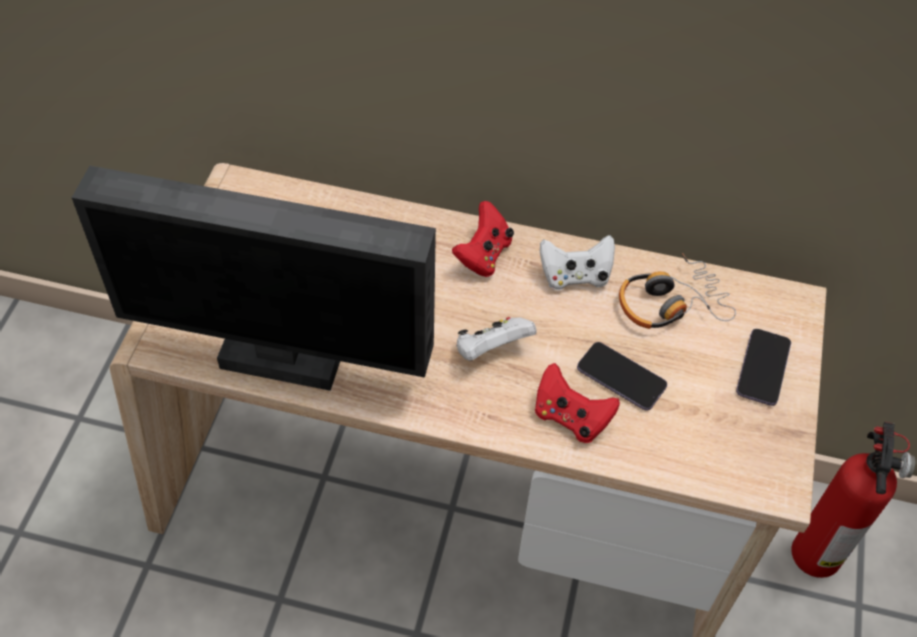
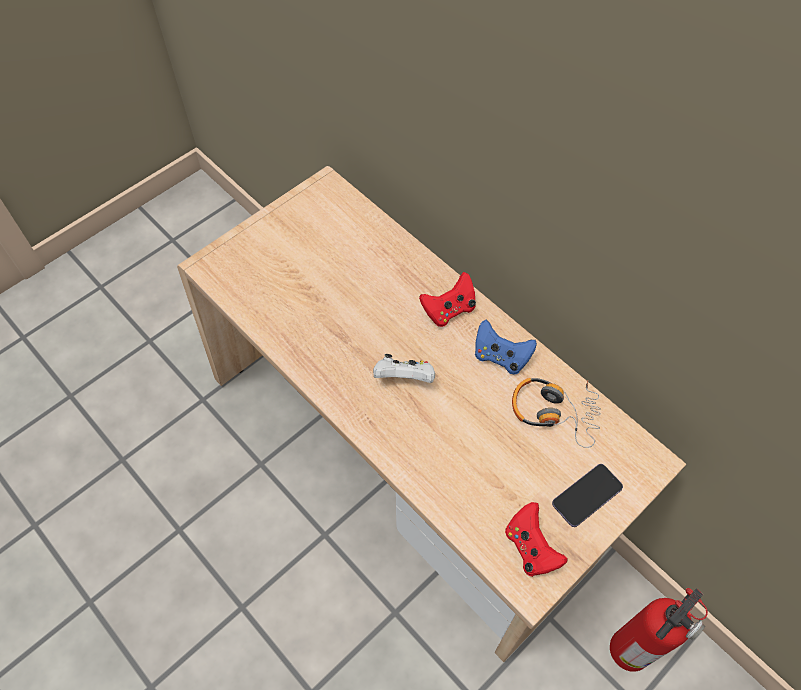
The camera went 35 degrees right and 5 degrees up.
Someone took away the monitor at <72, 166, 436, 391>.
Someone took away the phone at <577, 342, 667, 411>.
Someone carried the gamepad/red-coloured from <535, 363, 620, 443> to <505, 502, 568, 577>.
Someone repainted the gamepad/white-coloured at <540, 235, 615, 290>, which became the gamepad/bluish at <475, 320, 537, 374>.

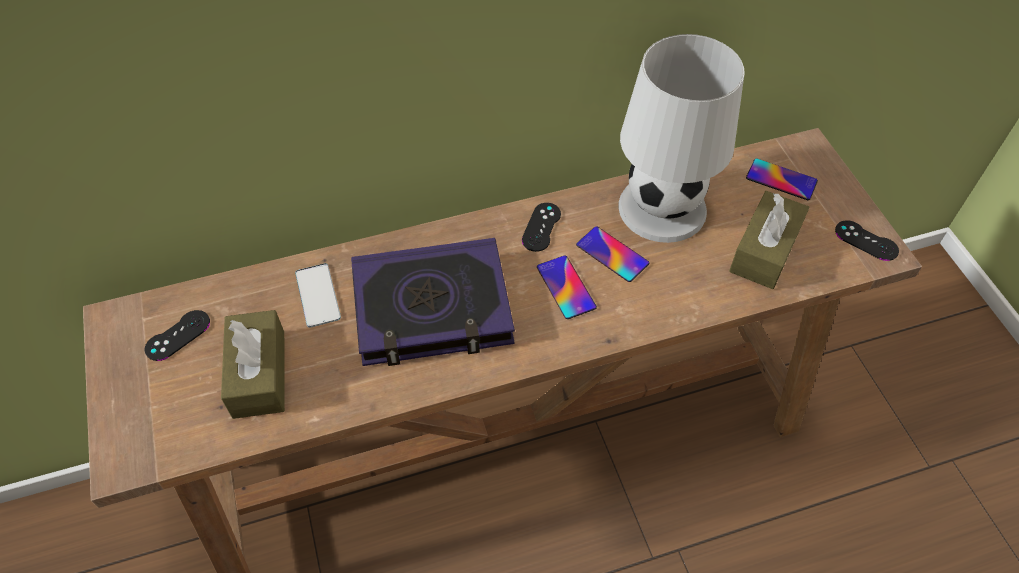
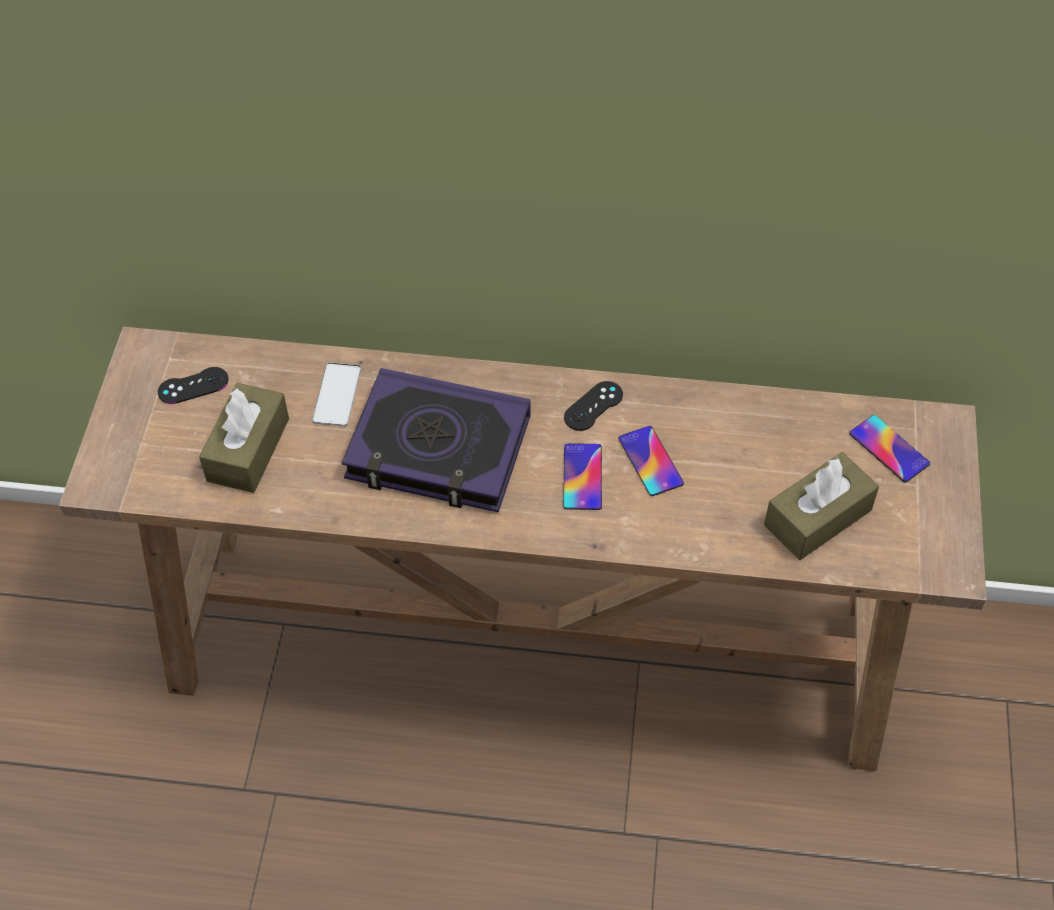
The camera went 25 degrees right and 0 degrees up.
Someone took away the table lamp/white-coloured at <618, 34, 745, 243>.
Someone took away the gamepad/black at <835, 220, 899, 261>.

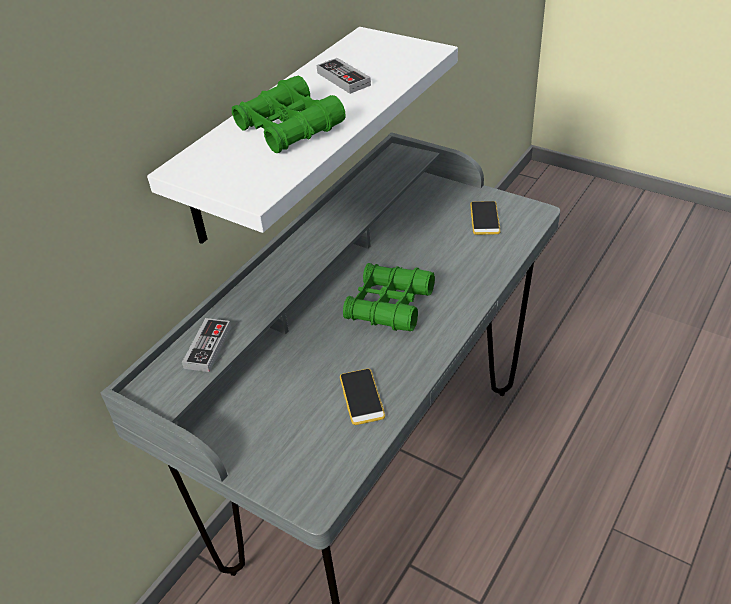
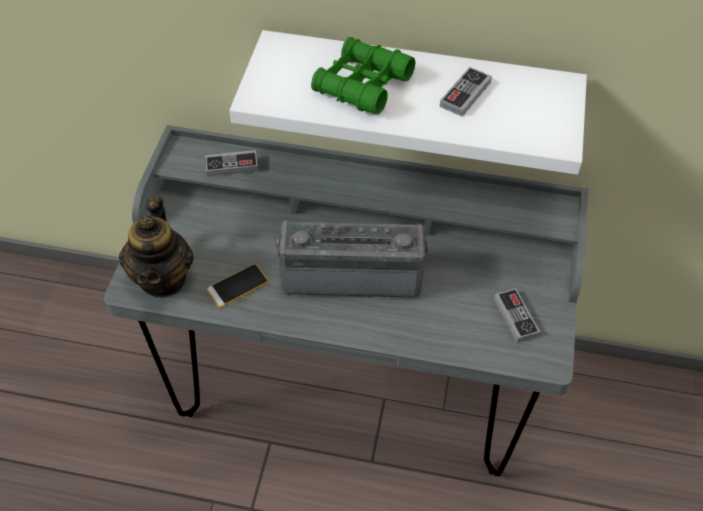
The camera went 65 degrees right and 10 degrees up.
Someone put down the pot for tea at <119, 196, 194, 298>.
Someone swapped the pair of binoculars/greenish at <343, 263, 435, 331> for the radio receiver at <276, 220, 428, 297>.
Someone swapped the phone at <470, 201, 500, 235> for the gamepad at <494, 288, 540, 343>.

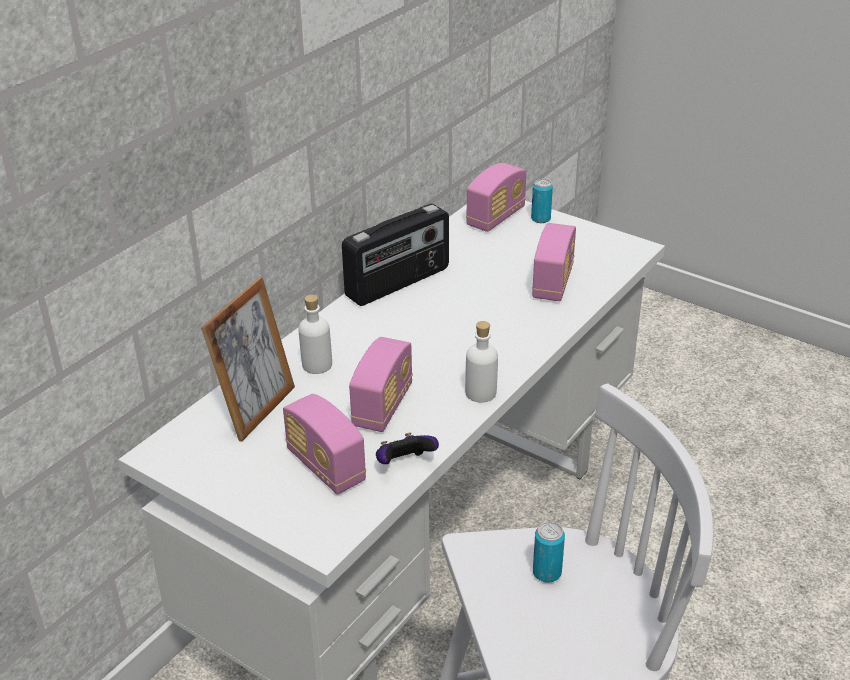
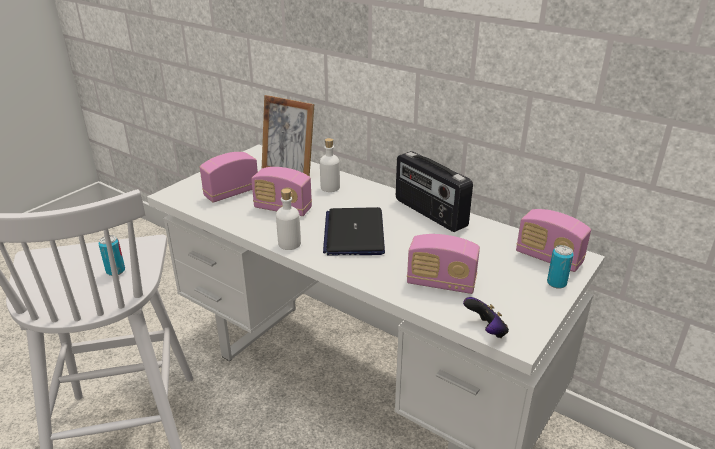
The camera went 90 degrees right and 5 degrees down.
Someone put down the portable computer at <323, 207, 385, 255>.
Someone carried the gamepad from <376, 432, 439, 464> to <463, 297, 509, 338>.

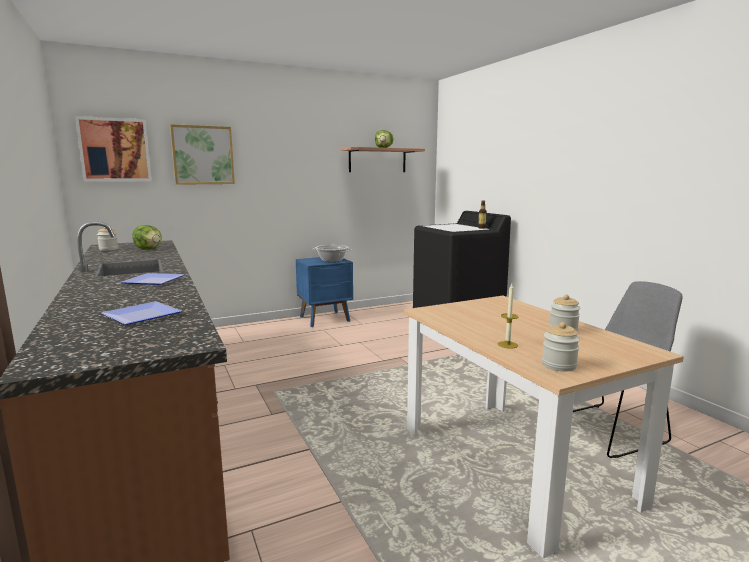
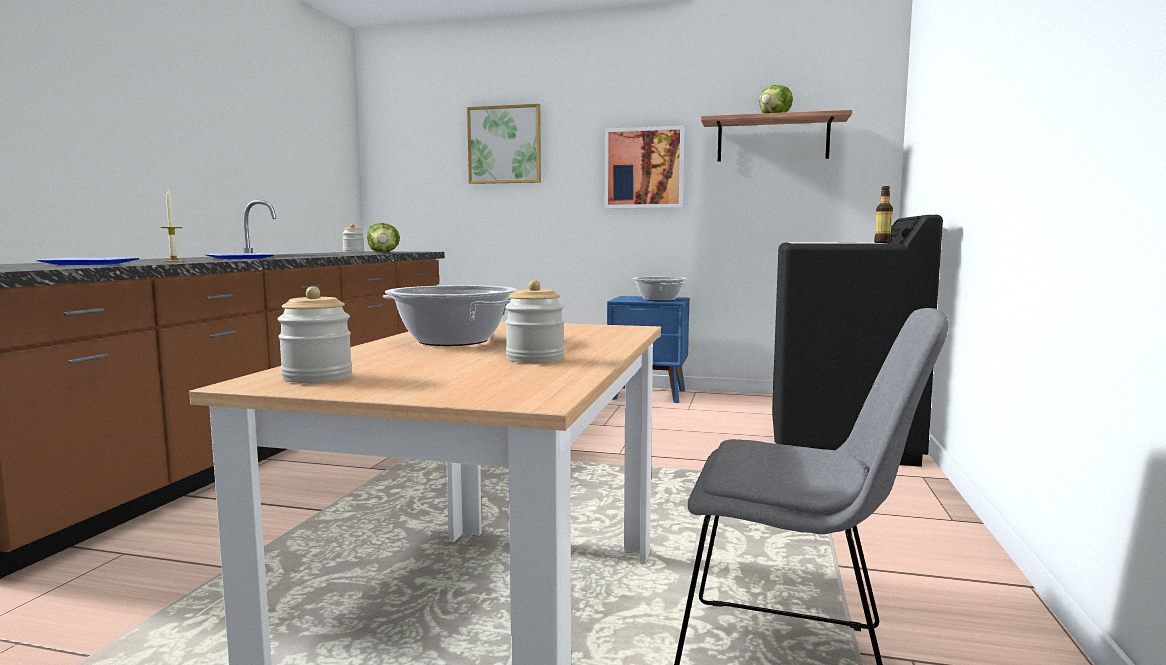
The camera went 40 degrees right and 5 degrees down.
Someone put down the saucepot at <383, 285, 517, 346>.
Someone carried the wall art from <75, 116, 152, 181> to <605, 126, 684, 208>.
Someone carried the candle from <498, 284, 518, 349> to <160, 190, 186, 262>.

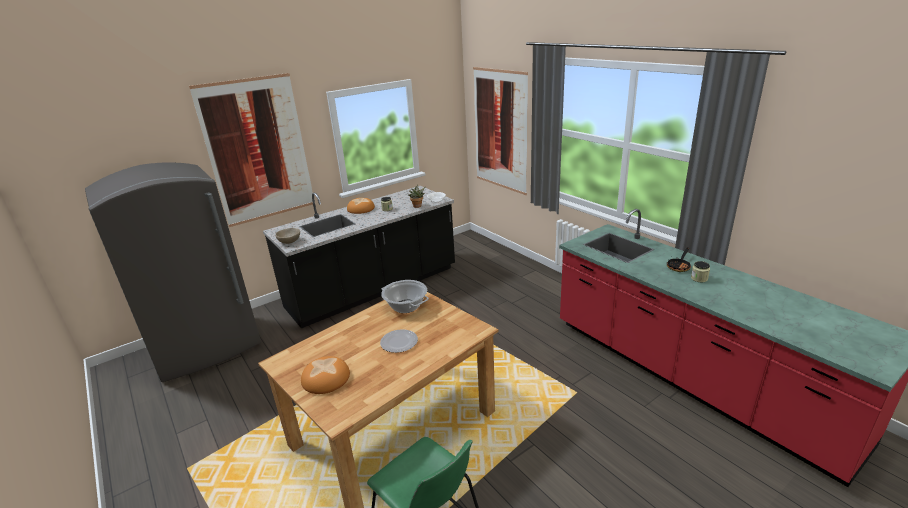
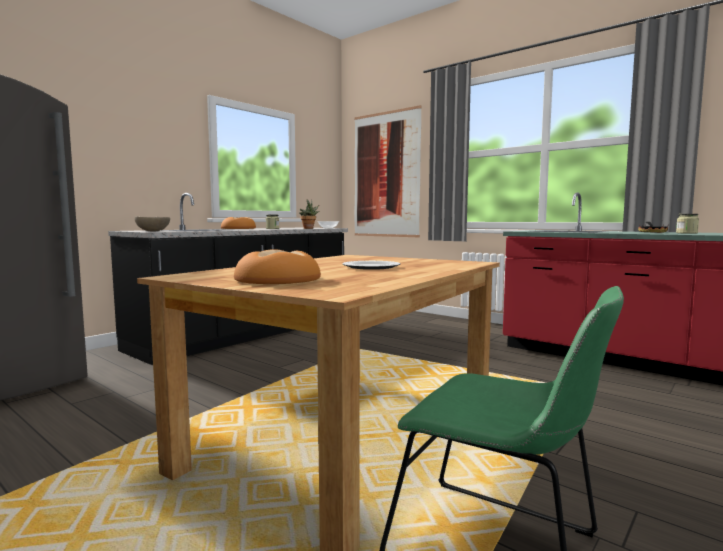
The camera went 15 degrees left and 20 degrees down.
Someone took away the wall art at <189, 73, 313, 227>.
Someone took away the saucepot at <381, 280, 429, 313>.

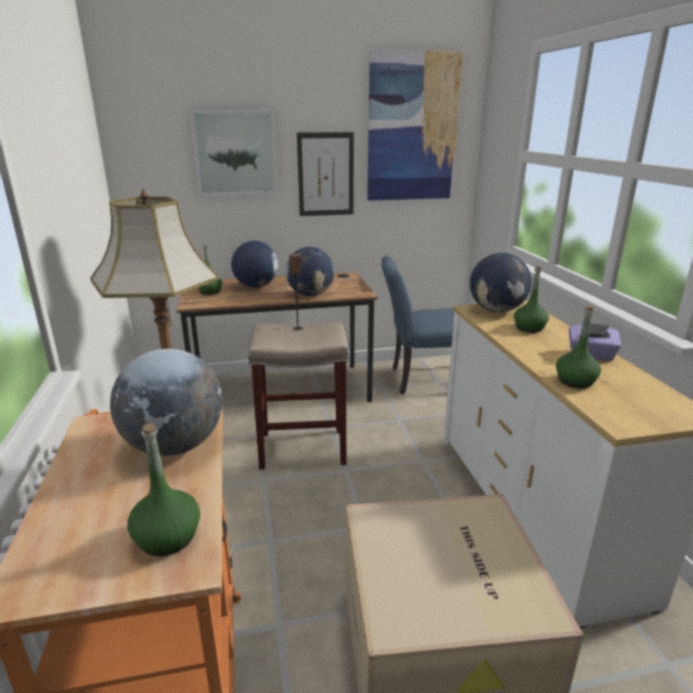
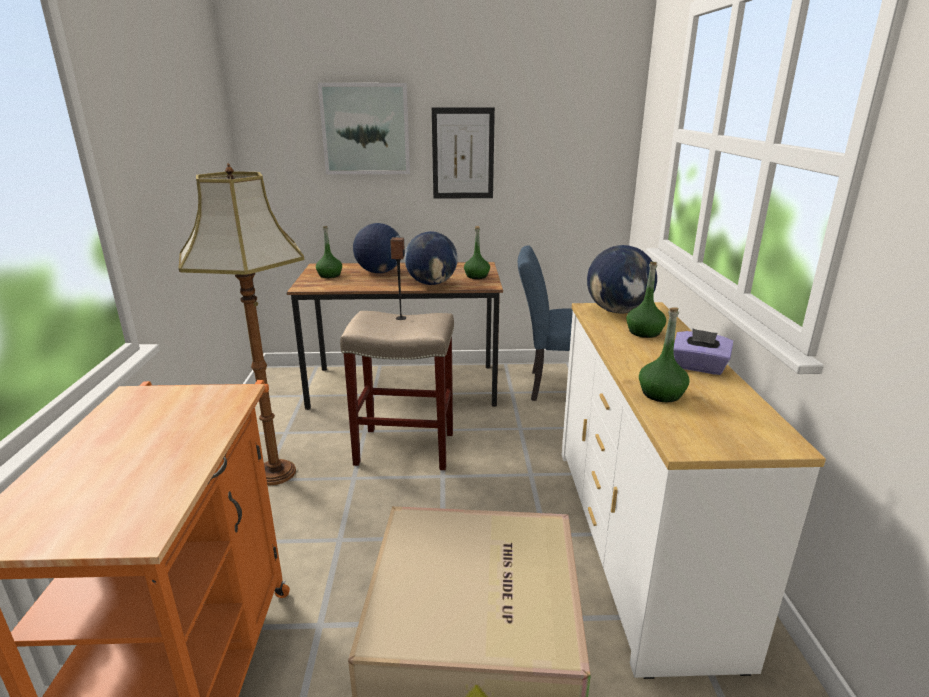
The camera went 10 degrees right and 0 degrees up.
Someone took away the world globe at <110, 349, 223, 456>.
Someone took away the wall art at <367, 49, 463, 201>.
Someone carried the bottle/greenish from <127, 423, 200, 556> to <464, 226, 490, 279>.

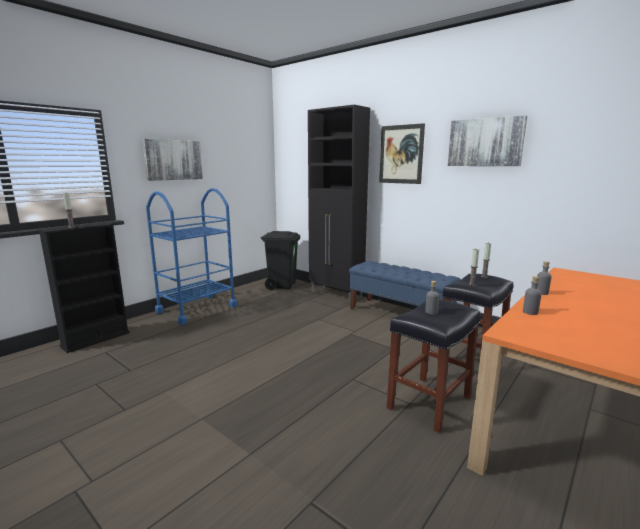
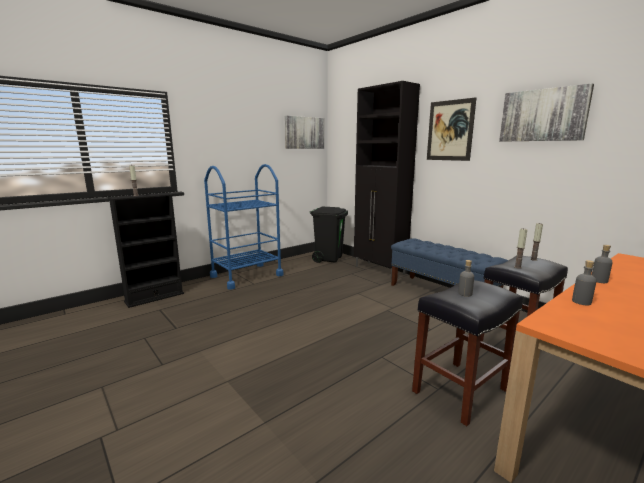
The camera went 10 degrees right and 0 degrees up.
Someone carried the wall art from <142, 139, 203, 181> to <285, 116, 324, 149>.

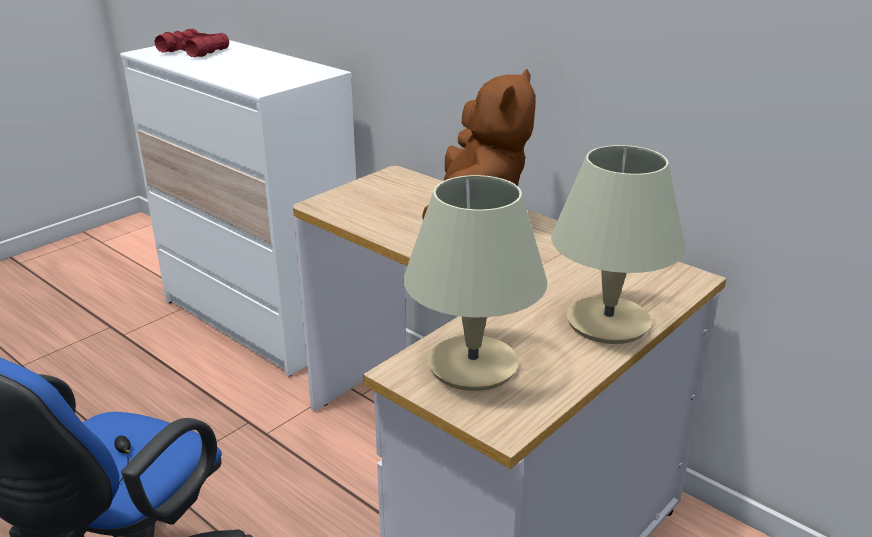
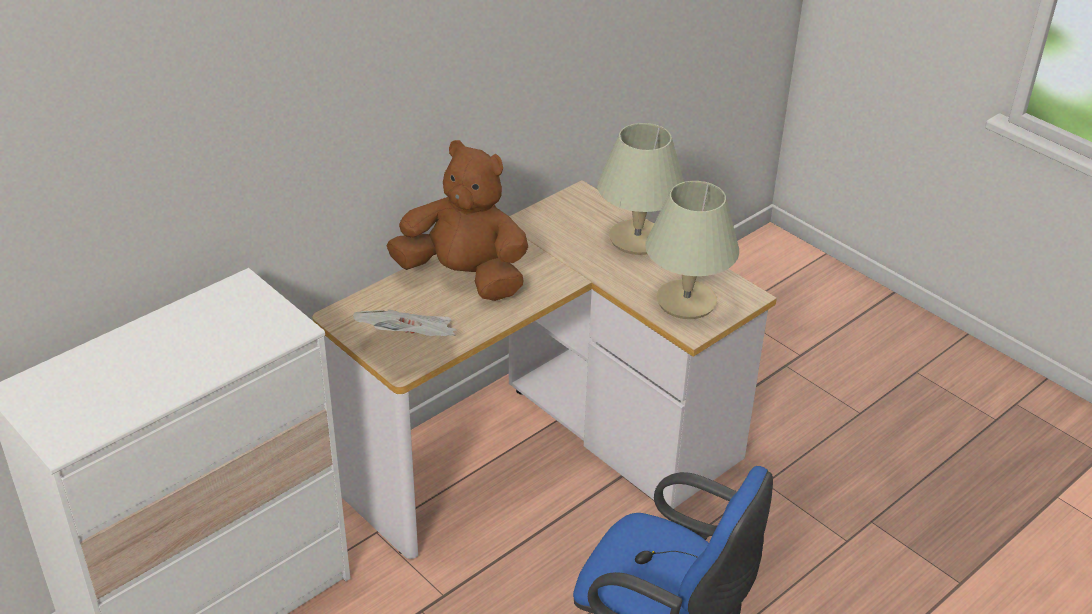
The camera went 85 degrees left and 10 degrees up.
Someone took away the pair of binoculars/red-coloured at <155, 29, 229, 57>.
Someone put down the printed paper at <353, 309, 457, 336>.

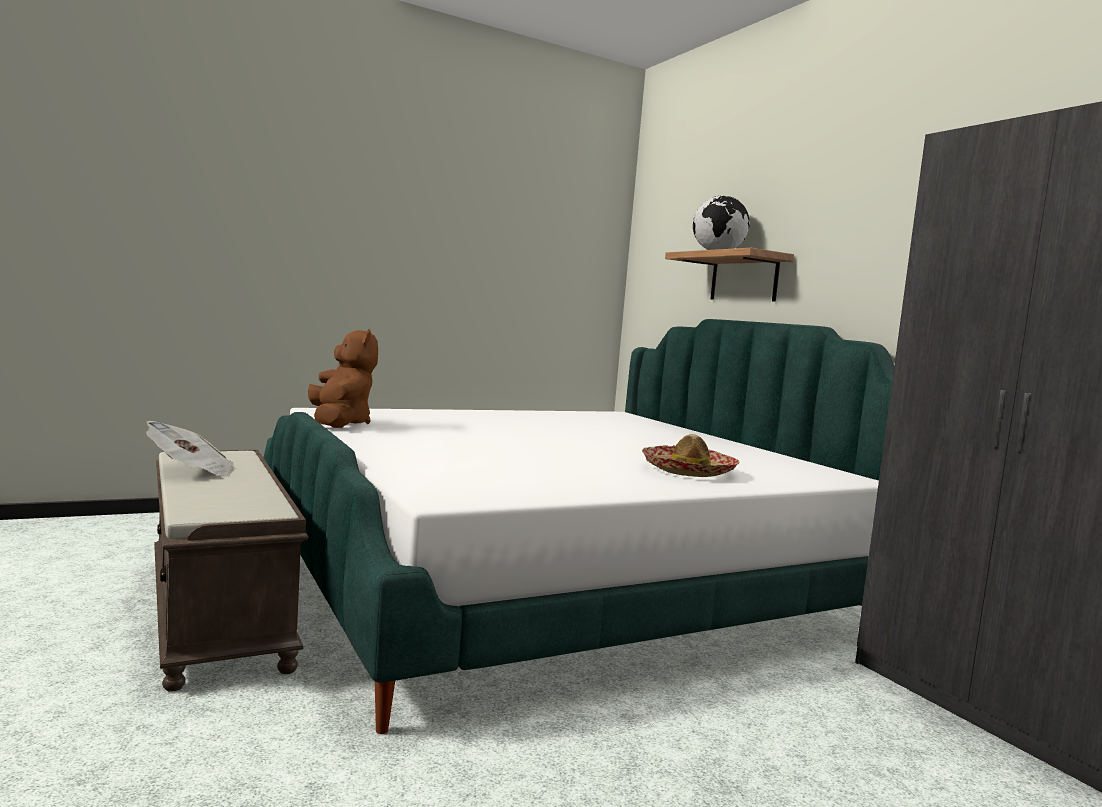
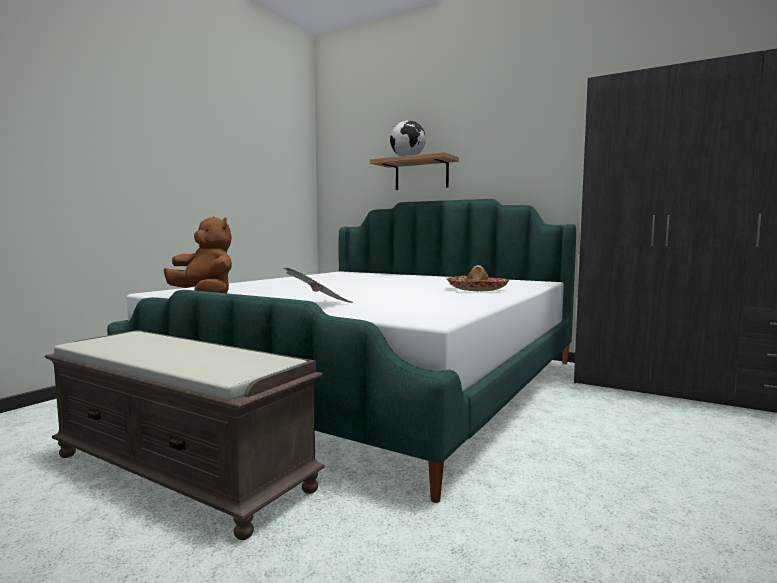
The camera went 30 degrees left and 0 degrees up.
Someone carried the printed paper from <146, 421, 234, 478> to <283, 268, 353, 303>.

